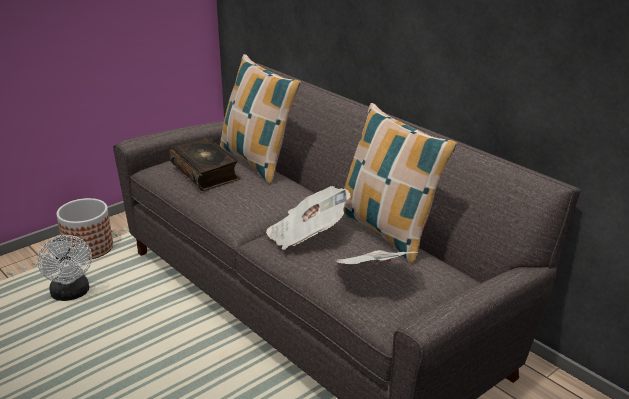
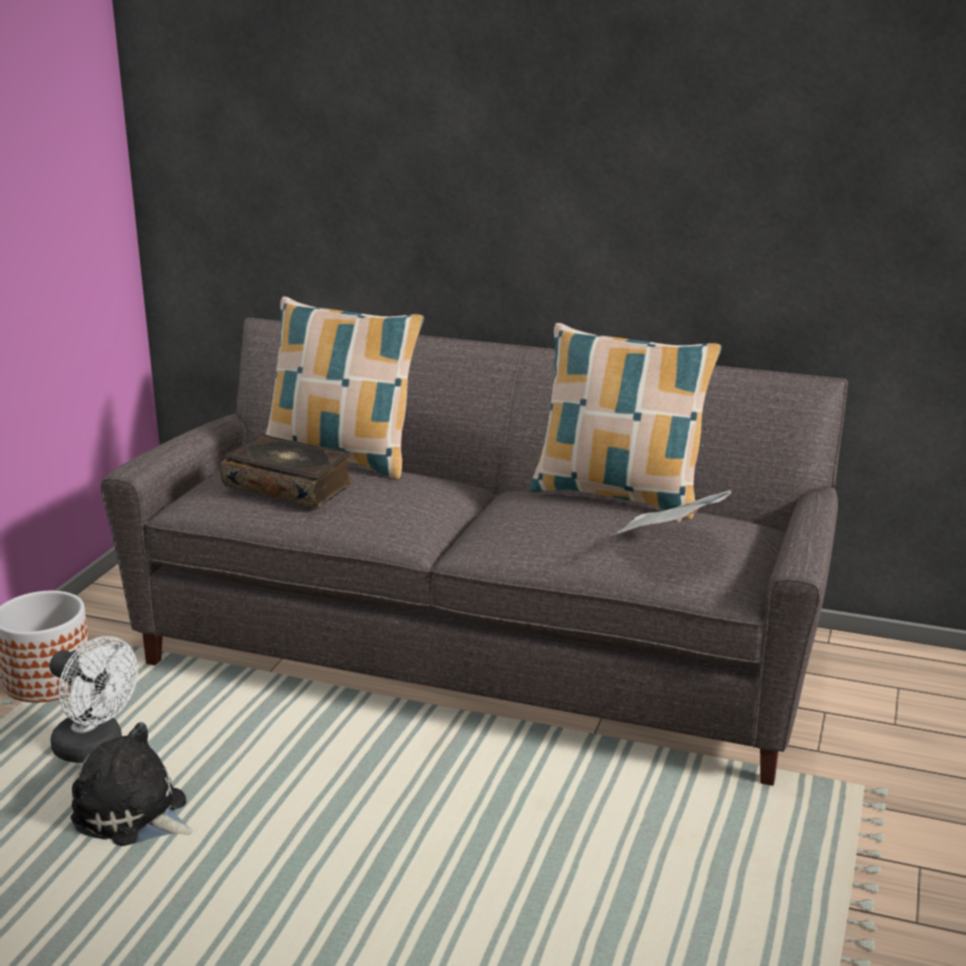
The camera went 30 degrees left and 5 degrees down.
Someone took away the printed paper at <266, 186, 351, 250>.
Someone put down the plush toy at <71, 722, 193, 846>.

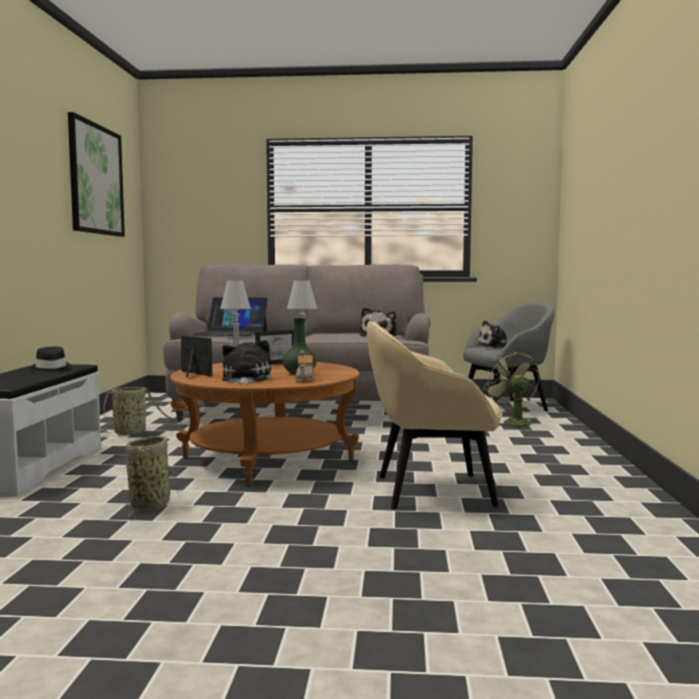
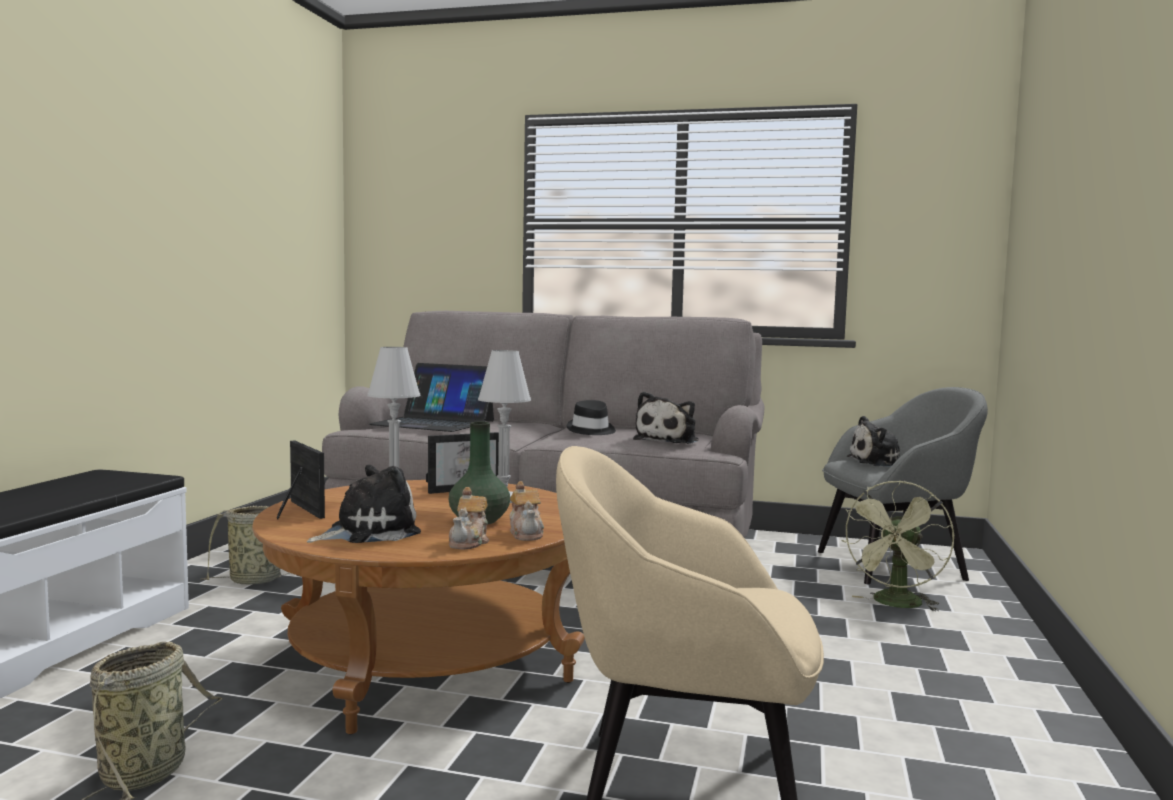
The camera went 10 degrees right and 0 degrees up.
Someone took away the wall art at <68, 112, 125, 237>.
Someone put down the pot for tea at <510, 481, 544, 541>.
Someone carried the wearable hat/black from <30, 346, 72, 373> to <567, 400, 616, 435>.
Someone rotated the plush toy at <222, 340, 271, 385> by 45 degrees clockwise.
Someone rotated the fan/greenish at <483, 351, 539, 429> by 135 degrees counterclockwise.

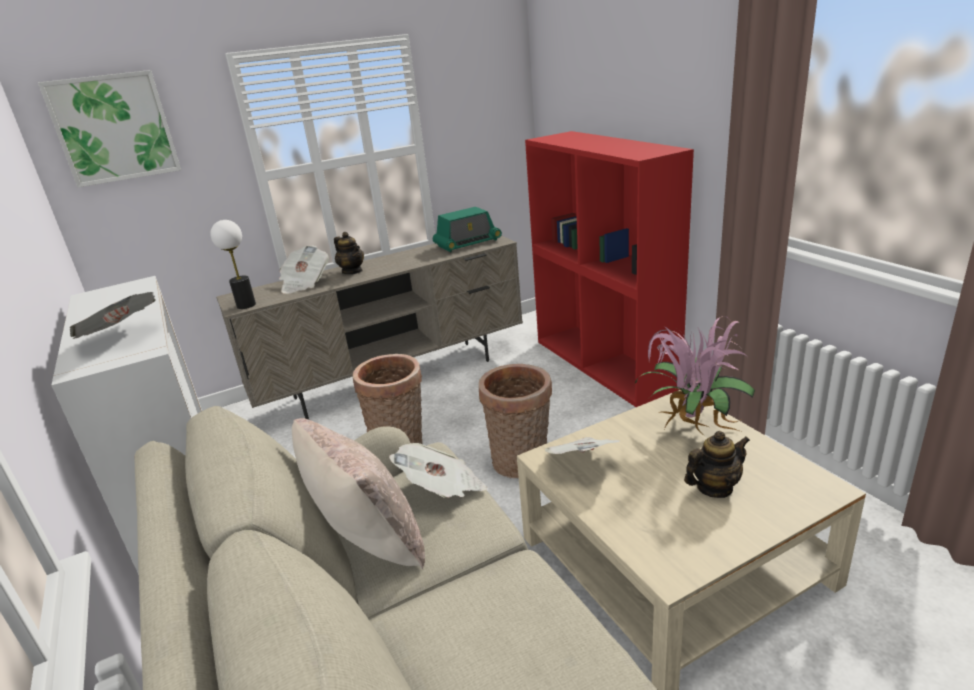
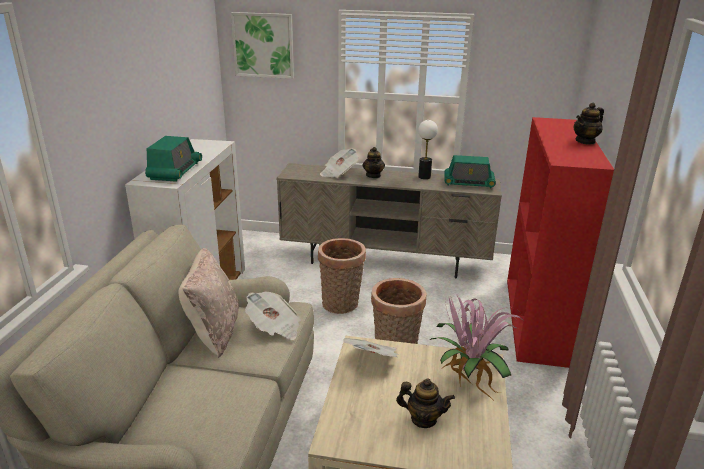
The camera went 35 degrees right and 0 degrees up.
Someone put down the pot for tea at <574, 103, 604, 145>.
Someone carried the table lamp from <210, 220, 256, 309> to <418, 120, 438, 179>.
Someone swapped the printed paper at <70, 292, 155, 339> for the radio receiver at <145, 136, 202, 182>.

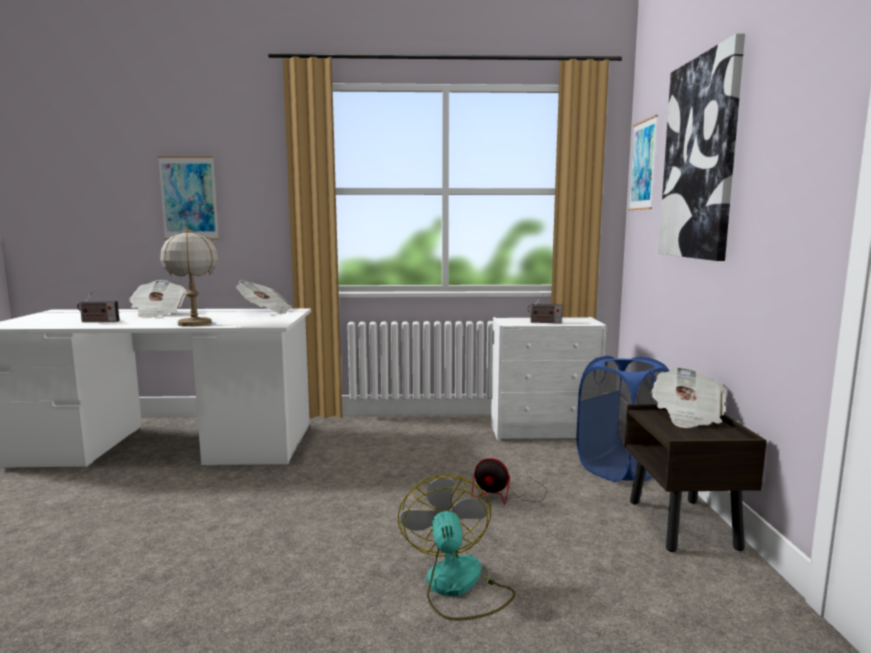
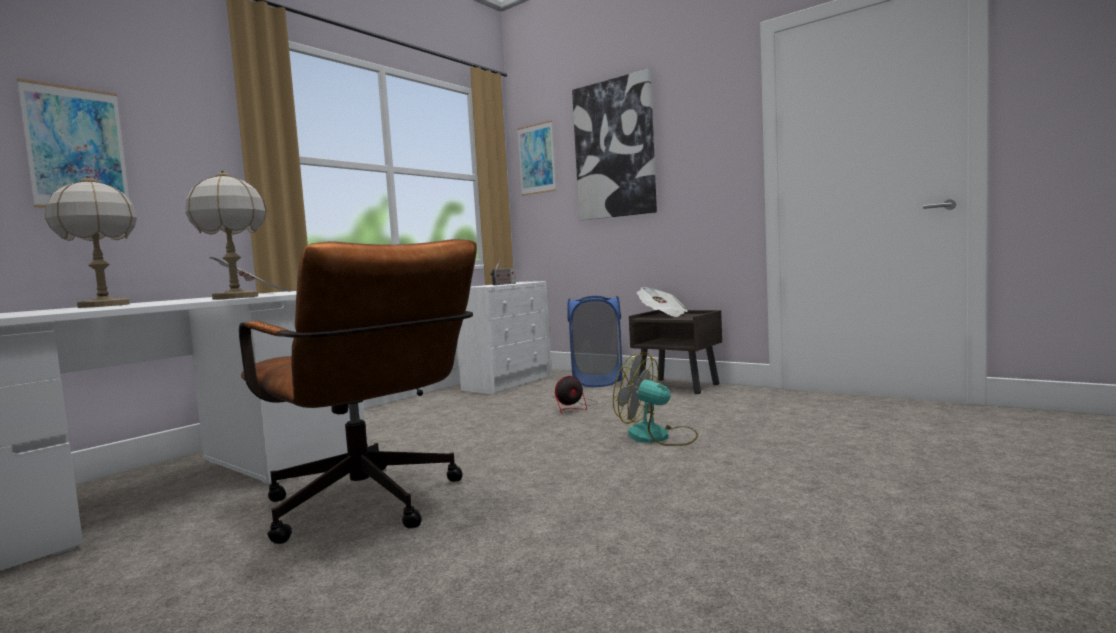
The camera went 50 degrees left and 5 degrees down.
Someone took away the radio receiver at <77, 291, 120, 322>.
Someone put down the office chair/brownish at <239, 239, 477, 544>.
Someone swapped the printed paper at <129, 280, 187, 318> for the table lamp at <45, 175, 137, 308>.

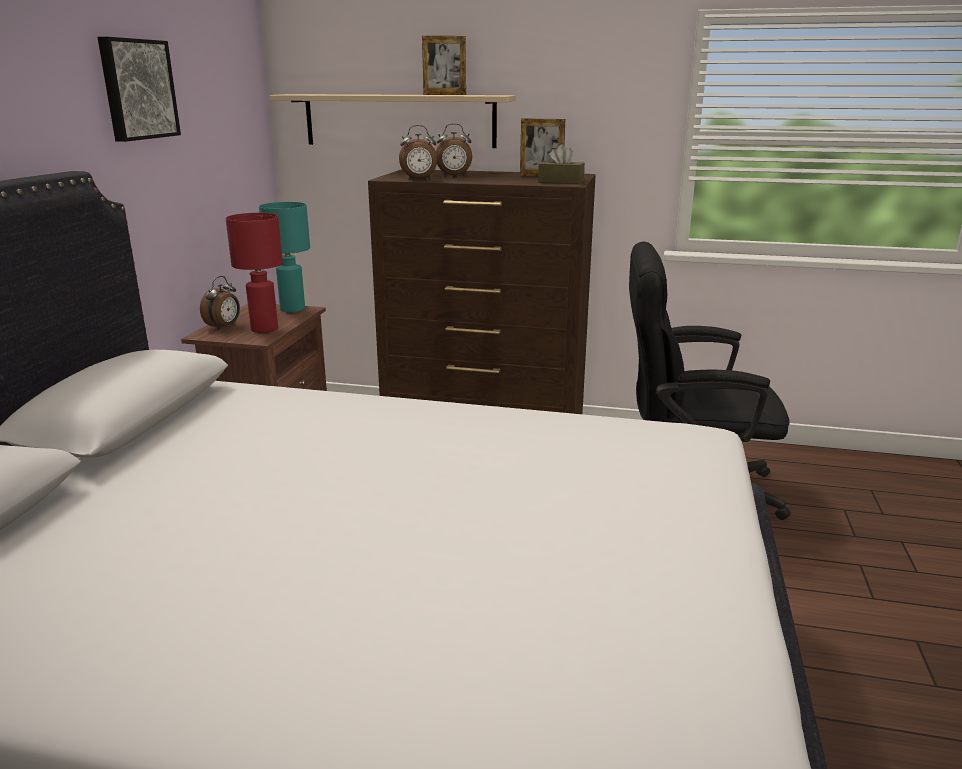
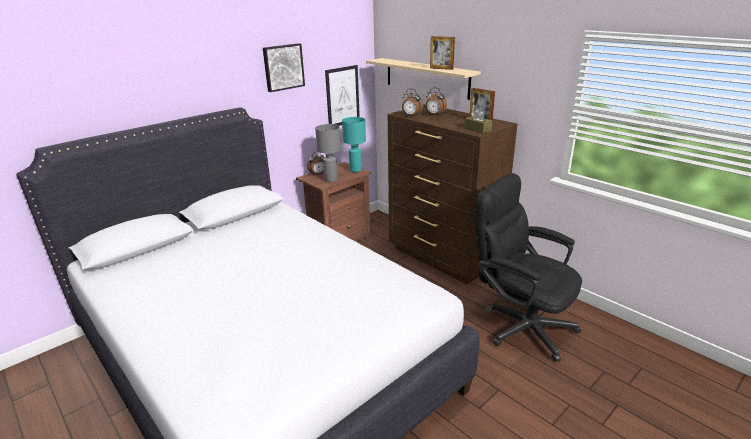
The camera went 35 degrees right and 5 degrees up.
Someone put up the wall art at <325, 65, 360, 126>.
Someone repainted the table lamp/red-coloured at <226, 213, 283, 333>, which became the table lamp/greyish at <315, 124, 341, 182>.

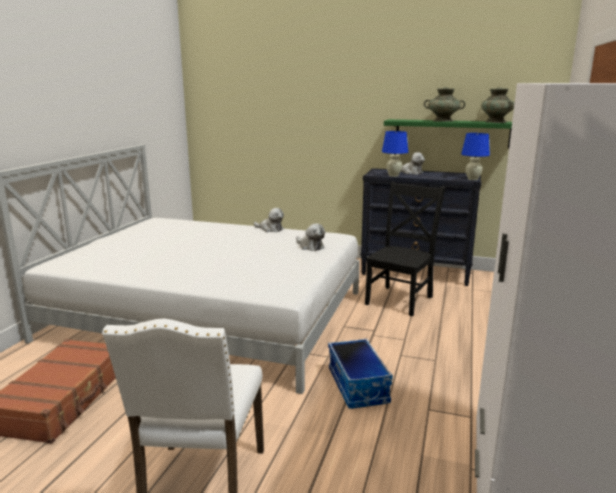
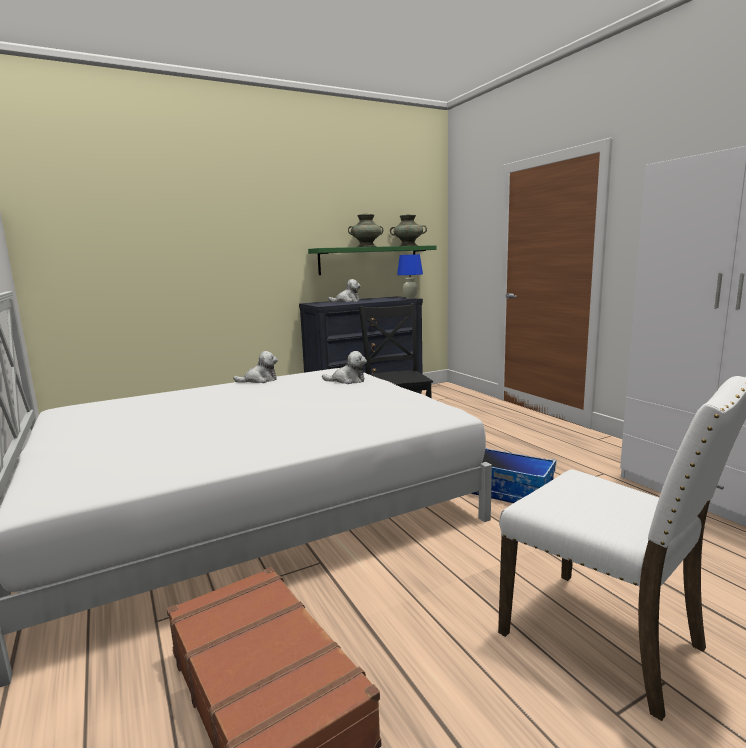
The camera went 45 degrees left and 5 degrees down.
Someone took away the table lamp/bluish at <382, 131, 408, 177>.

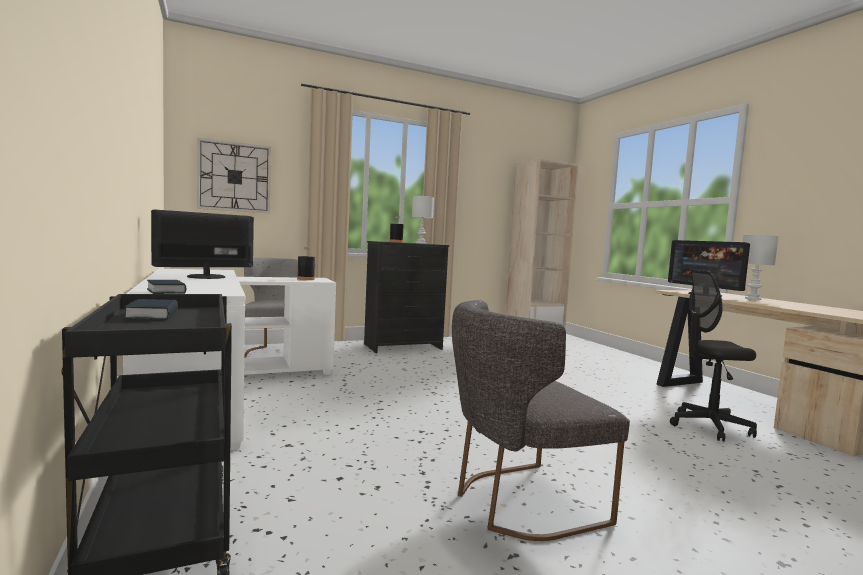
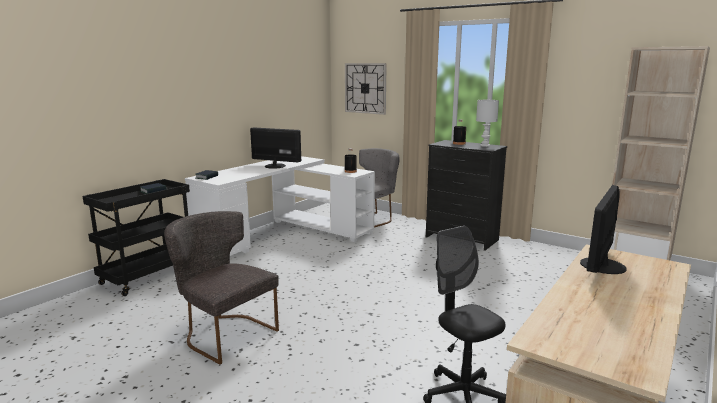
The camera went 60 degrees right and 10 degrees up.
Someone took away the table lamp/white-coloured at <743, 235, 779, 300>.

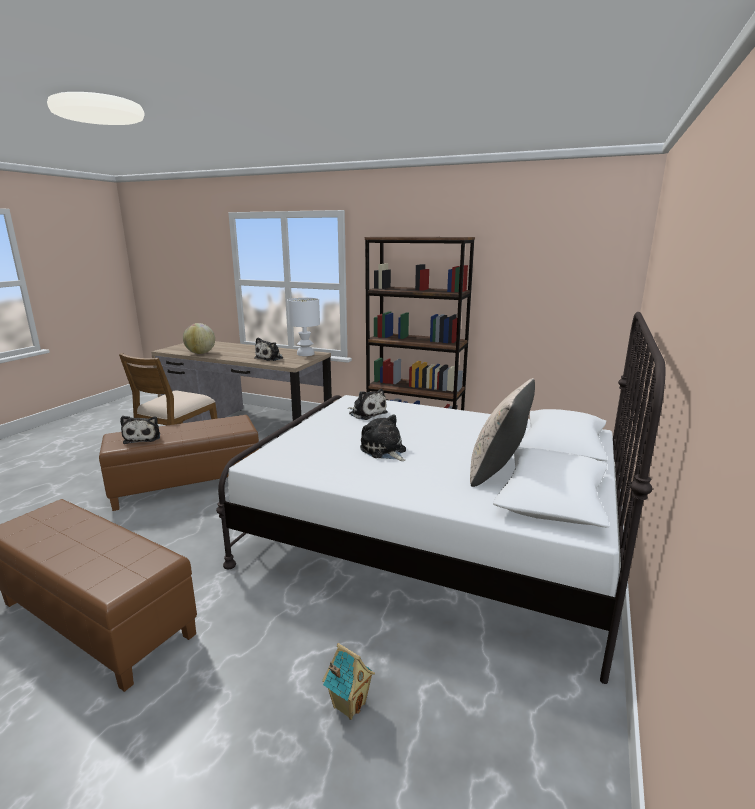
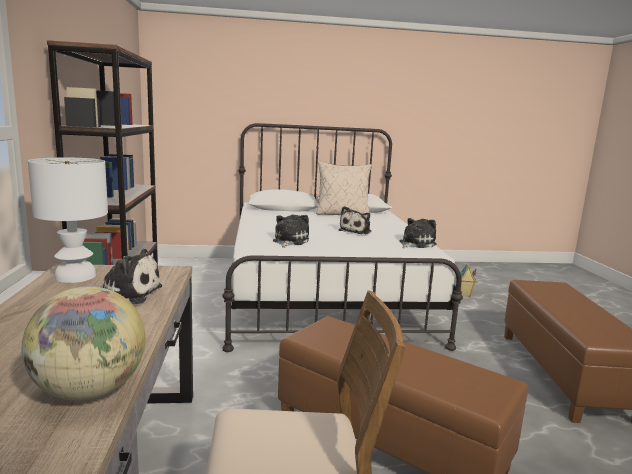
The camera went 120 degrees left and 5 degrees down.
Someone carried the plush toy from <120, 416, 160, 444> to <399, 218, 437, 248>.

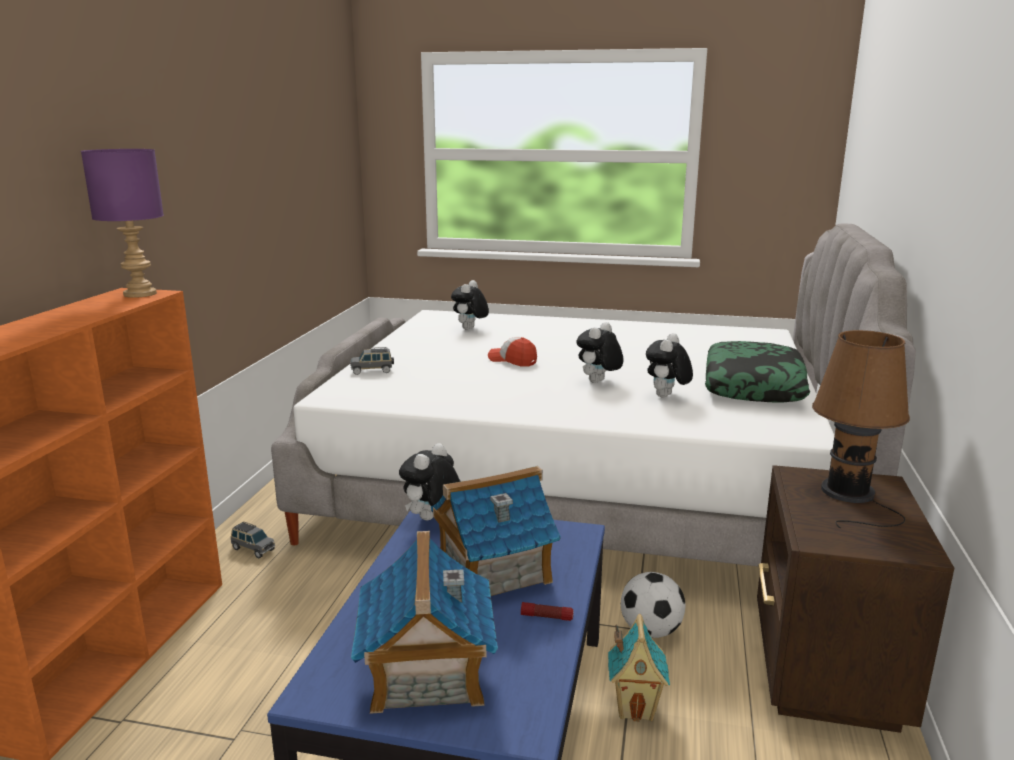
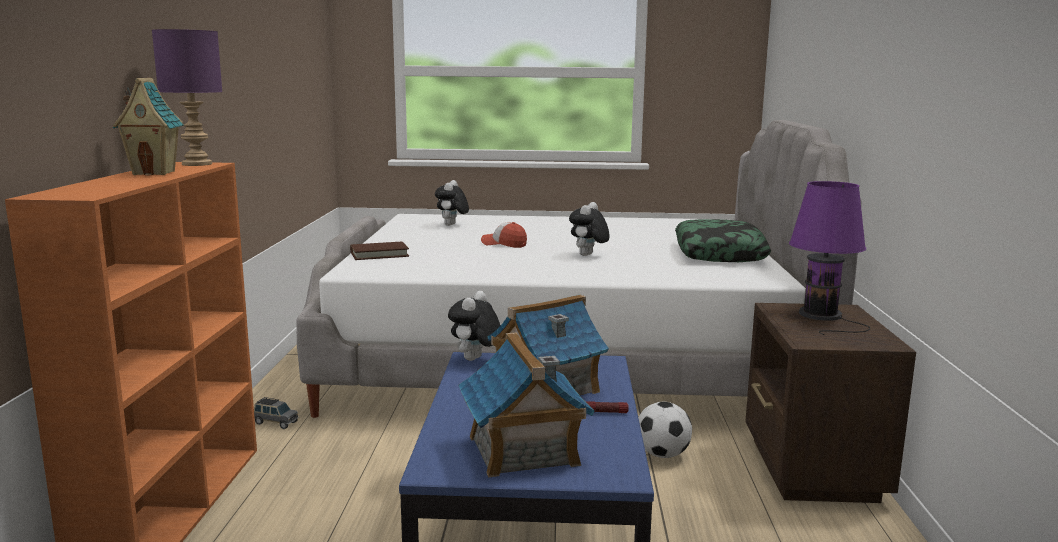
The camera went 10 degrees left and 5 degrees down.
Someone took away the plush toy at <646, 333, 693, 397>.
Someone carried the model house from <608, 614, 670, 722> to <113, 78, 184, 175>.
Someone swapped the toy car/greyish at <350, 347, 394, 375> for the bound book/brownish at <350, 242, 409, 260>.
Someone repainted the table lamp/brownish at <812, 330, 910, 528>, which became the table lamp/purple at <789, 181, 870, 335>.

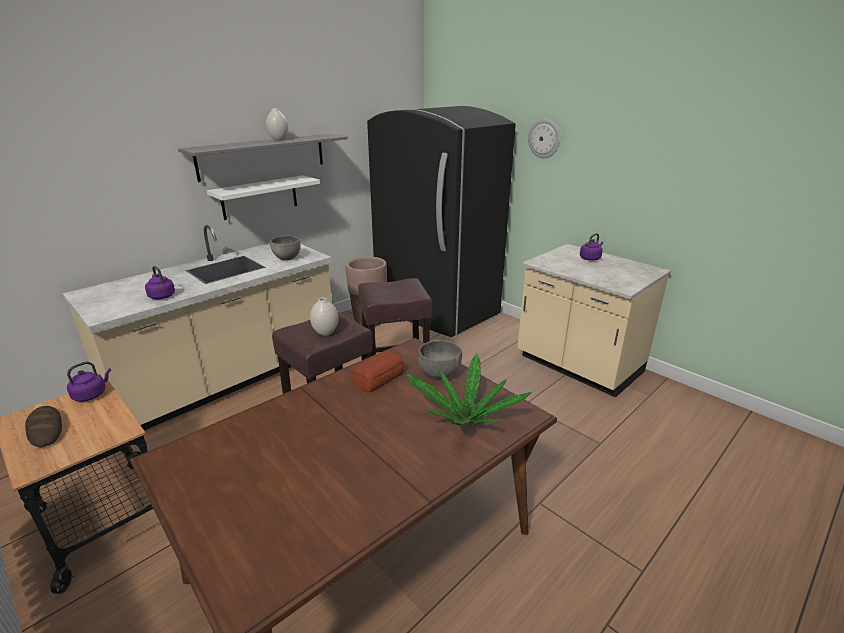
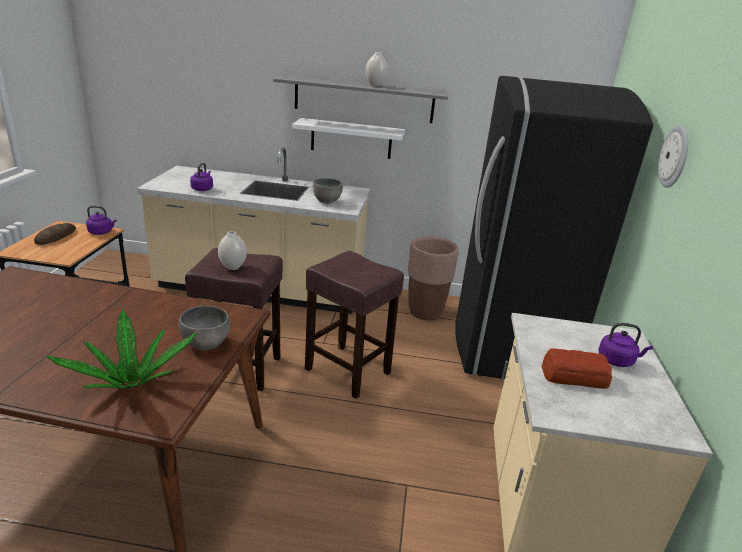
The camera went 50 degrees right and 0 degrees up.
Someone carried the bread from <351, 350, 405, 393> to <542, 348, 612, 389>.

